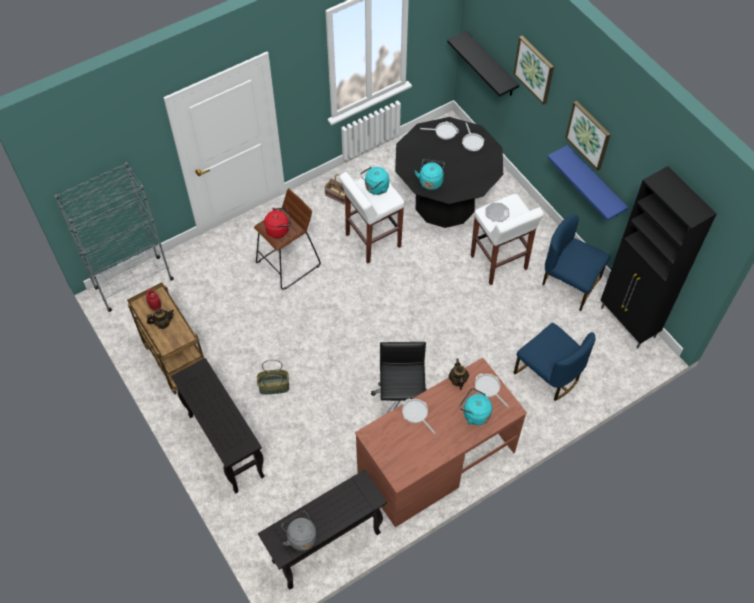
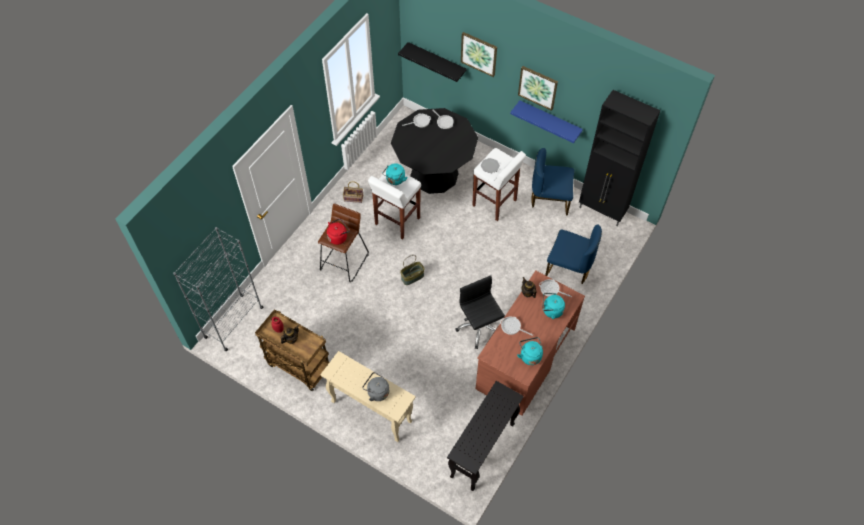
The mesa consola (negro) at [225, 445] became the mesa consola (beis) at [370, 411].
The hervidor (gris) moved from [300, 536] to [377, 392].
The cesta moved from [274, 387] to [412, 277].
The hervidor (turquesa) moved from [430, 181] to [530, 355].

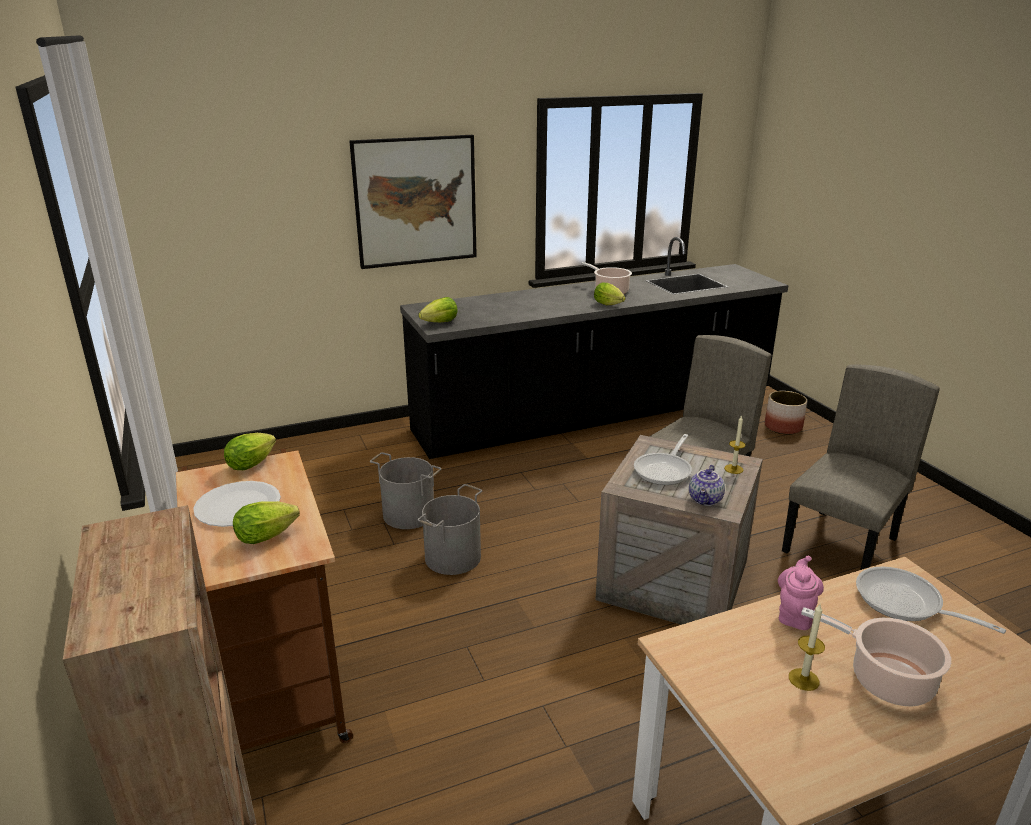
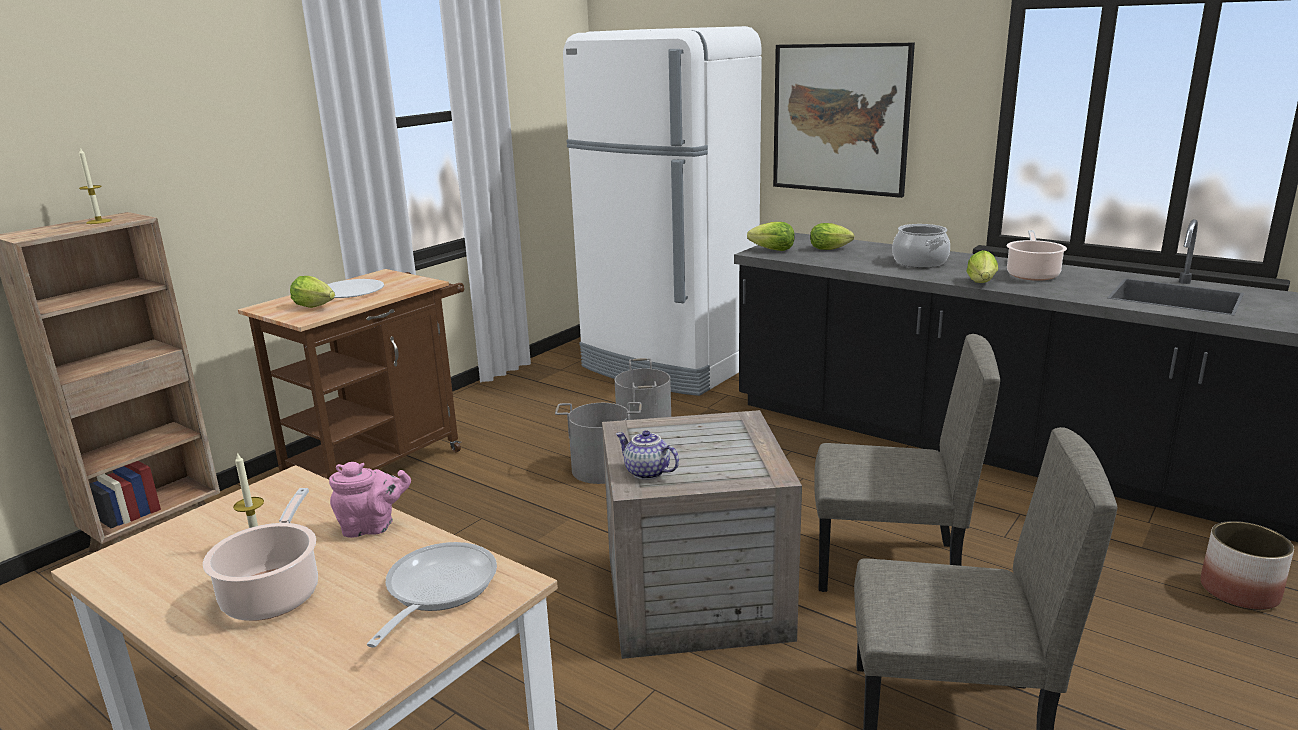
The vela moved from [733, 469] to [99, 221].
The nevera (blanco) at [668, 366] appeared.
The tetera at [706, 500] turned 45 degrees clockwise.
The lechuga moved from [253, 463] to [831, 249].
The olla at [919, 262] appeared.
The sartén at [665, 470] disappeared.

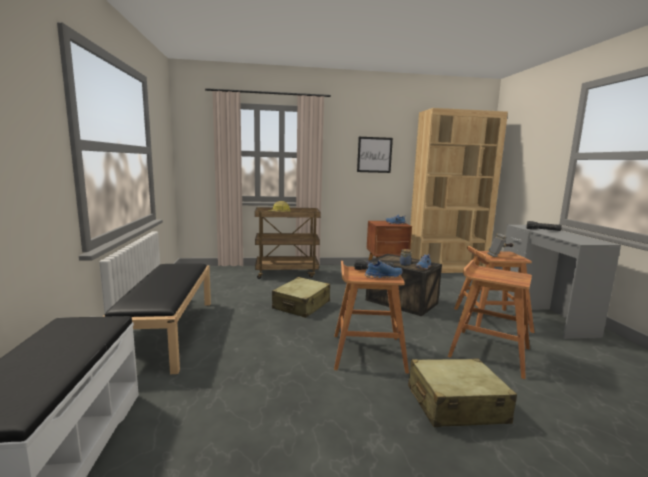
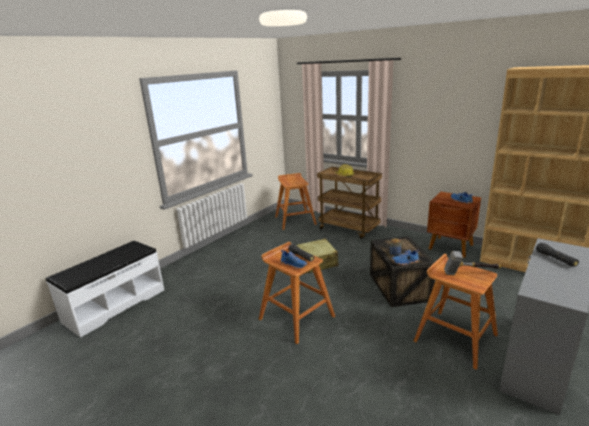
The taburete (marrón) moved from [488, 352] to [295, 220].
The banco (negro) at [168, 332] disappeared.
The cuadro at [374, 155] disappeared.
The maleta (beis) at [455, 404] disappeared.

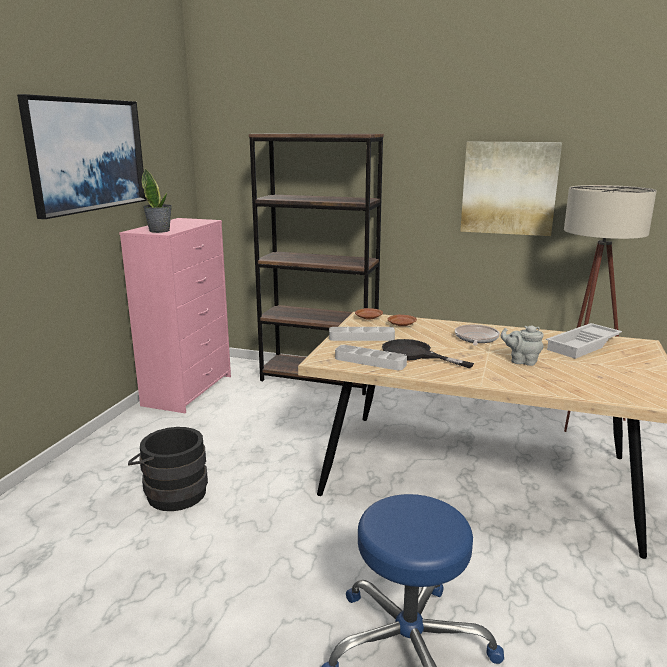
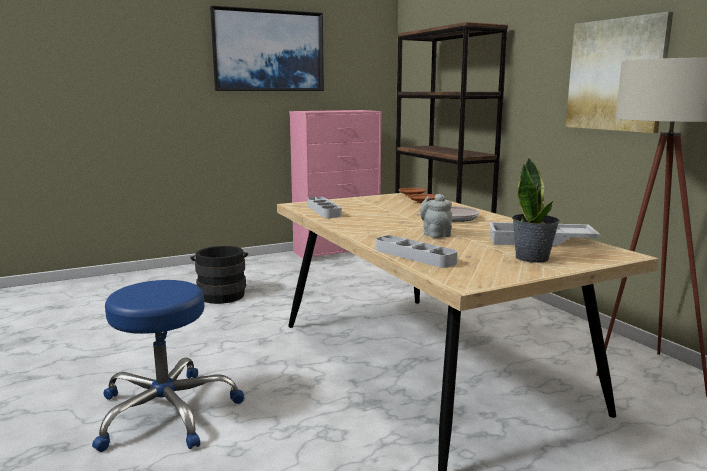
The bandeja (gris) moved from [361, 337] to [414, 256].
The planta en maceta moved from [160, 231] to [532, 258].
The sartén (negro) at [414, 354] disappeared.

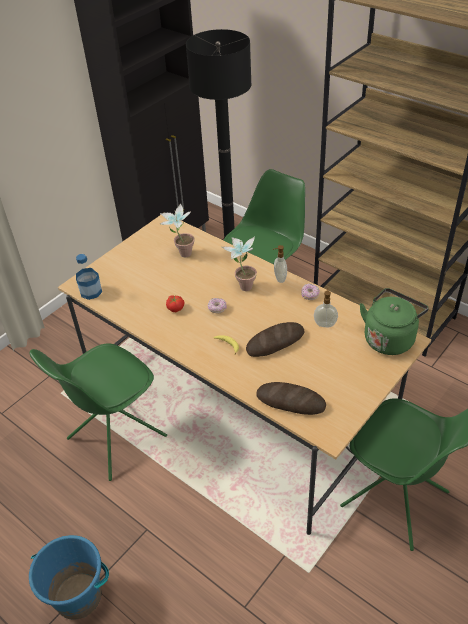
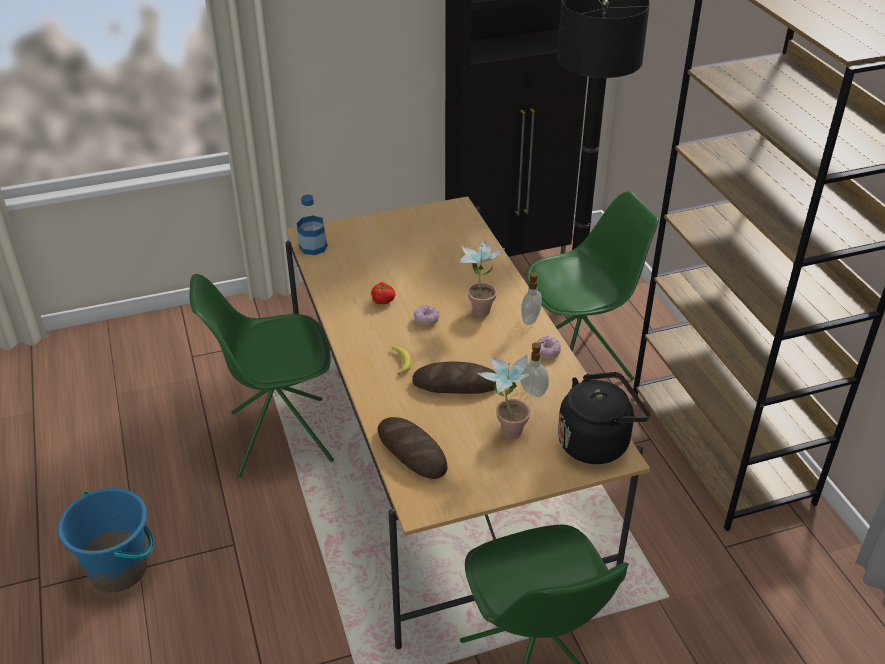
The planta en maceta moved from [181, 253] to [506, 429].
The hervidor (verde) at [389, 338] became the hervidor (negro) at [597, 442].

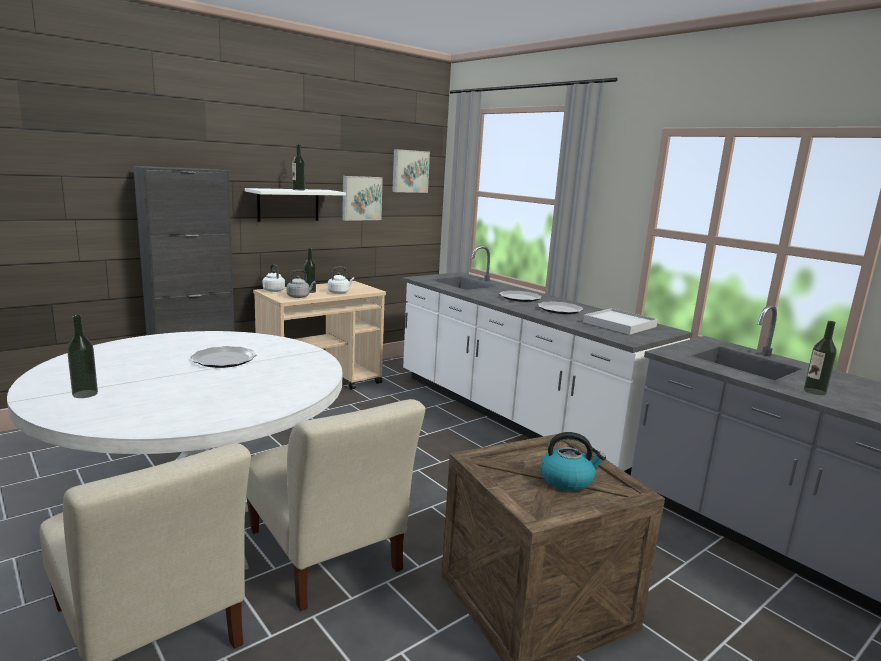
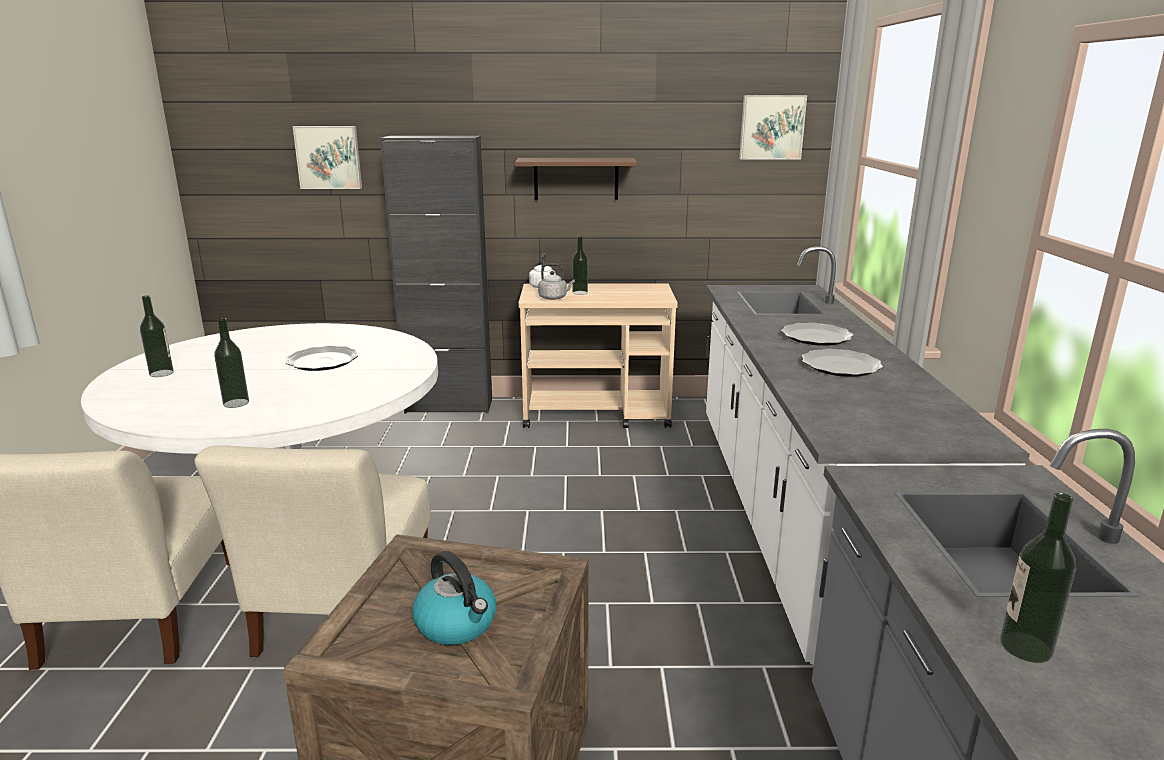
The botella moved from [298, 190] to [236, 403].
The cuadro moved from [361, 198] to [329, 157].
The estante (blanco) at [288, 205] became the estante (marrón) at [576, 178].
The hervidor (blanco) at [339, 292] disappeared.
The bandeja (blanco) at [619, 324] disappeared.

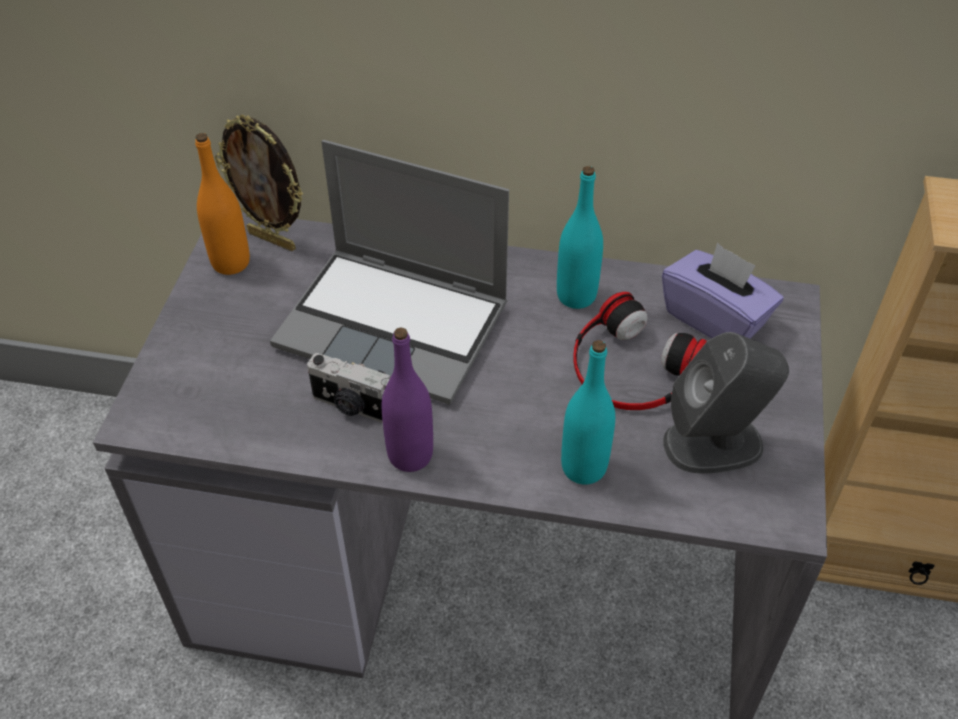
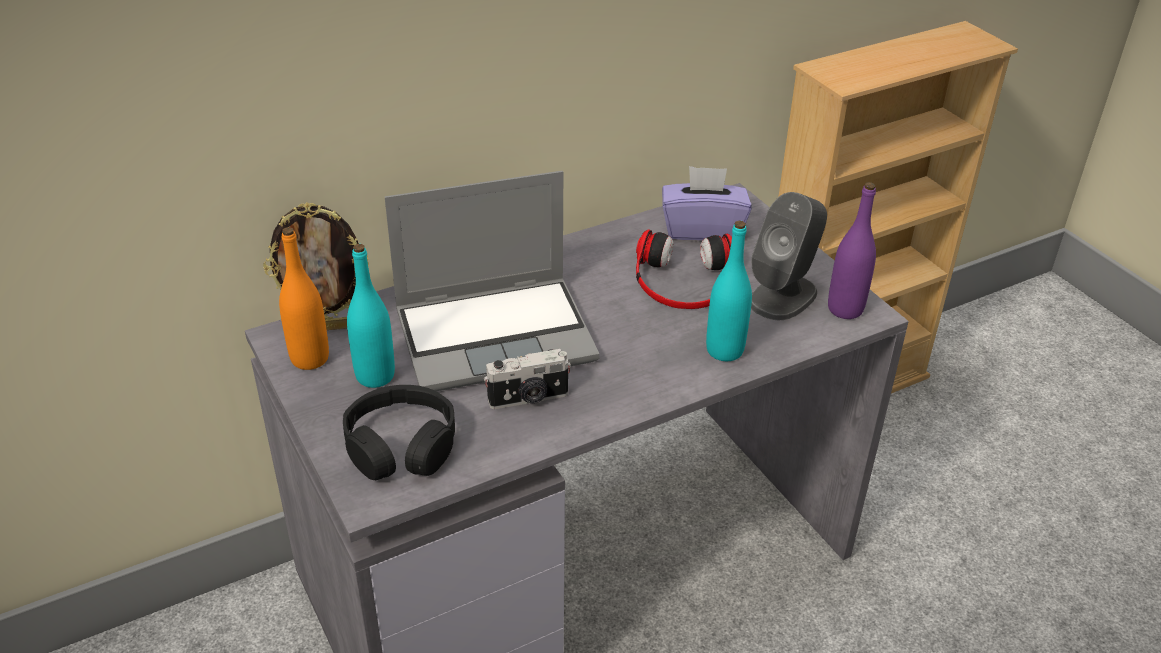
The auriculares (negro) at [401, 446] appeared.
The botella (turquesa) moved from [576, 296] to [375, 376].
The botella (morado) moved from [410, 455] to [845, 309].

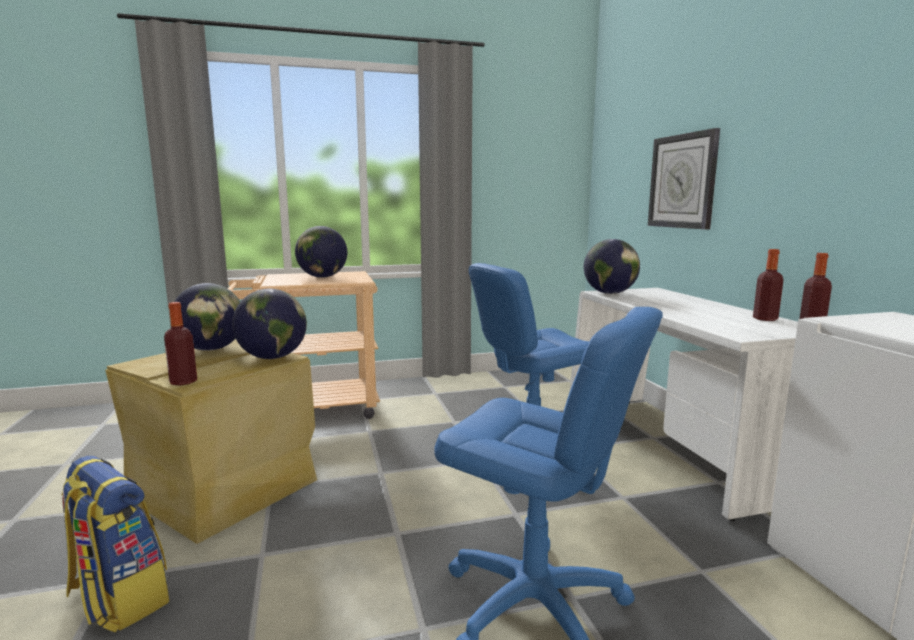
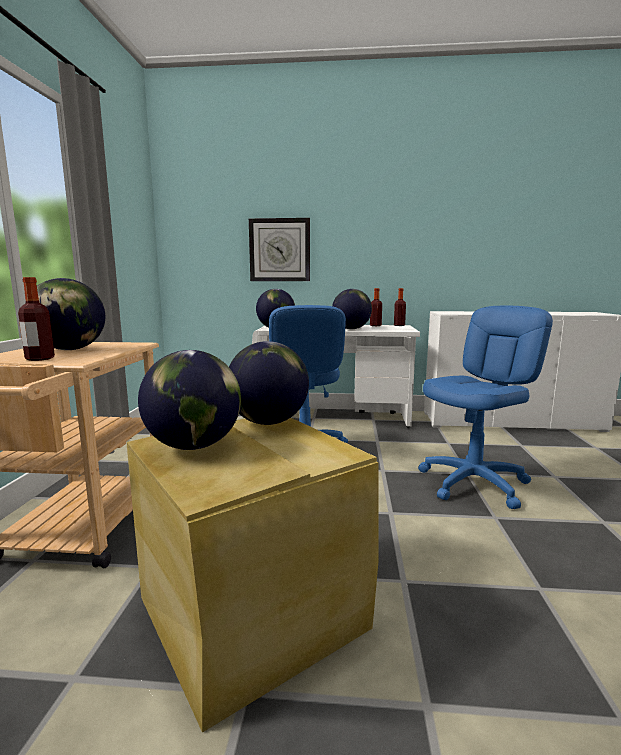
The botella moved from [183, 382] to [40, 359].
The globo terráqueo at [351, 329] appeared.
The mochila at [118, 599] disappeared.

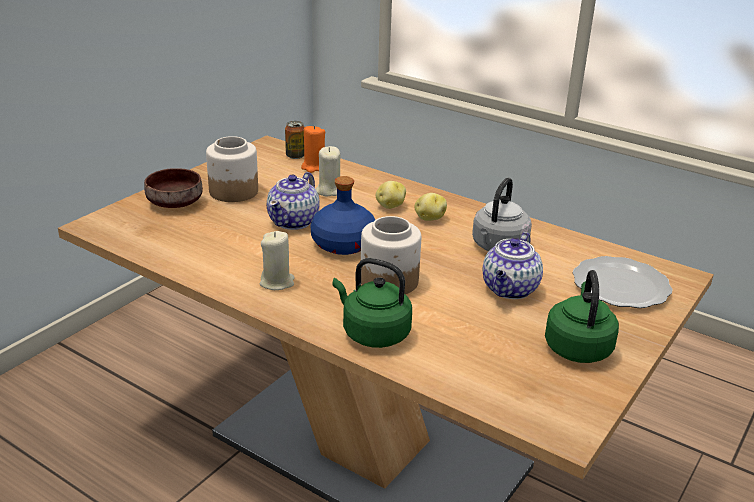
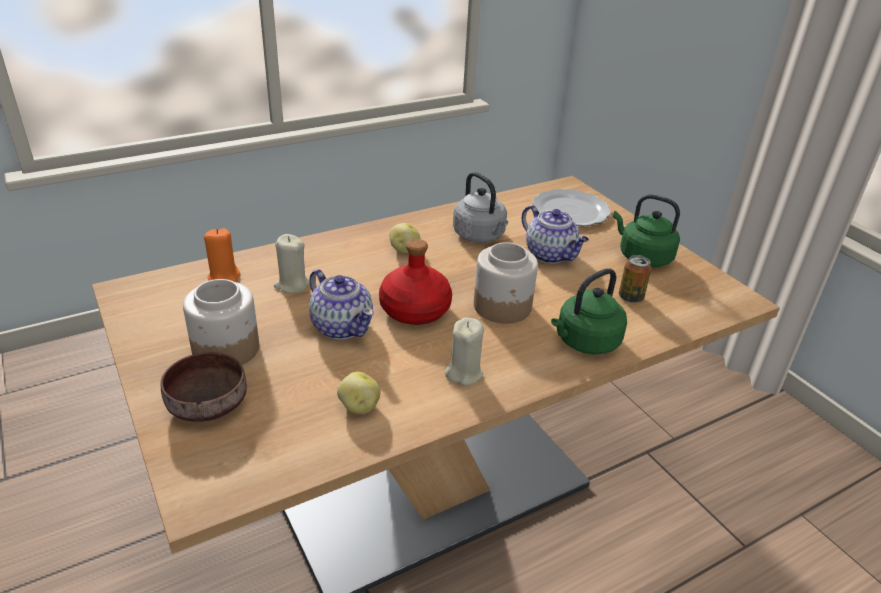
The patata moved from [390, 206] to [358, 407].
The botella (azul) at [343, 243] became the botella (rojo) at [414, 310].
The lata moved from [295, 156] to [630, 297].

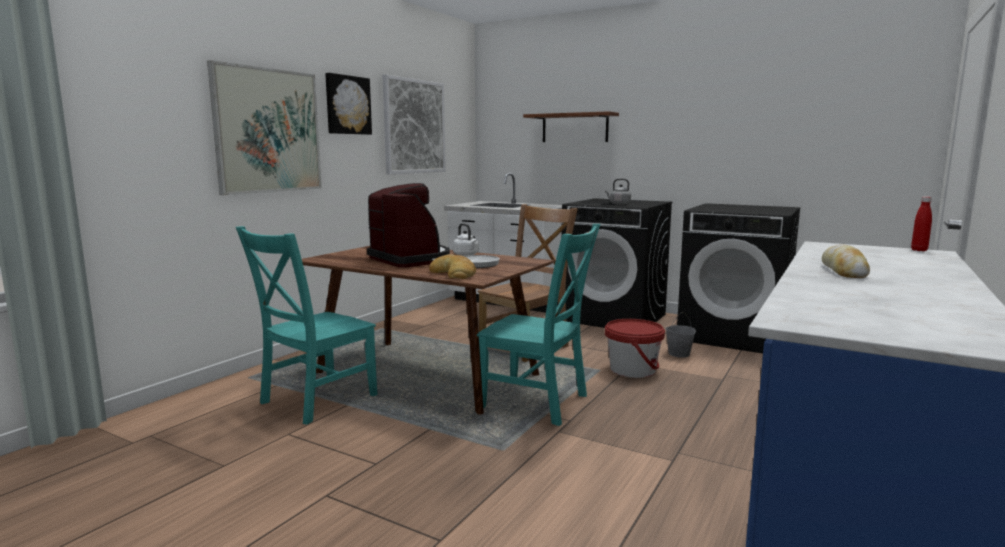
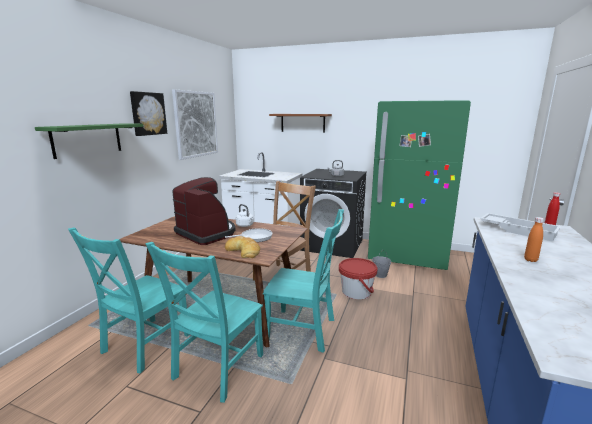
The cuadro at [268, 131] was replaced by the estante (verde) at [87, 139].
The silla (turquesa) at [216, 369] appeared.
The lavadora (negro) at [734, 336] was replaced by the nevera (verde) at [407, 256].
The bandeja (blanco) at [518, 230] appeared.
The pan at [844, 270] was replaced by the botella (naranja) at [530, 260].

